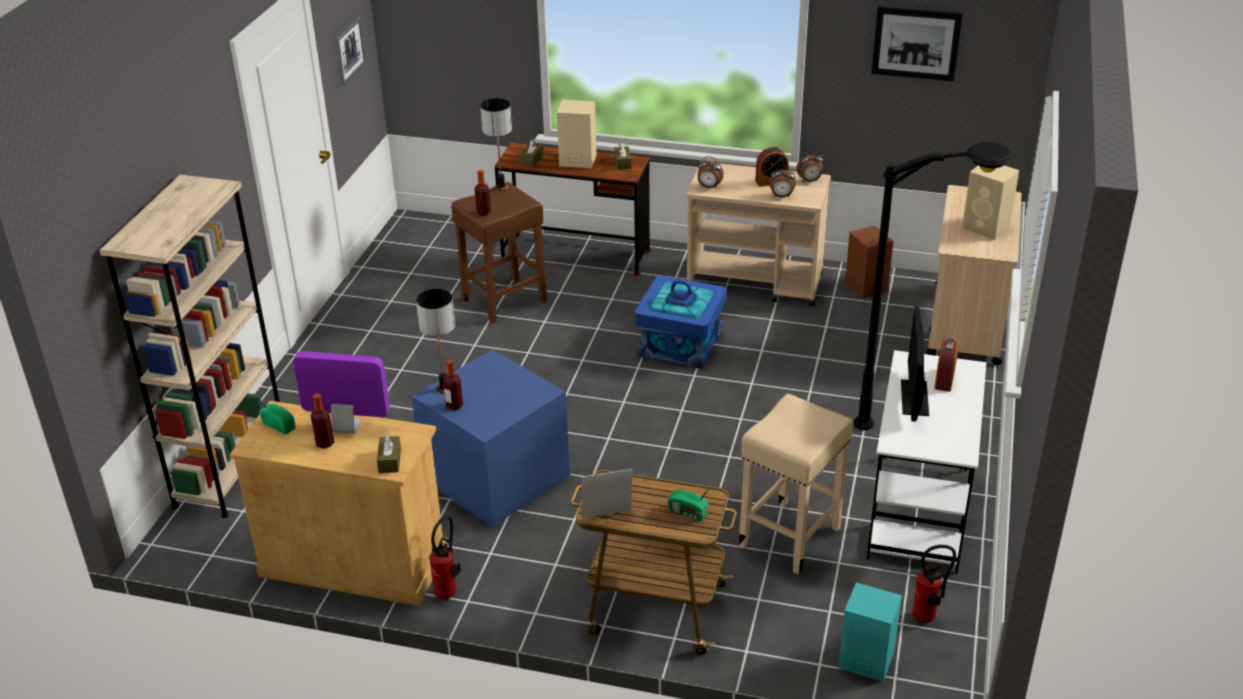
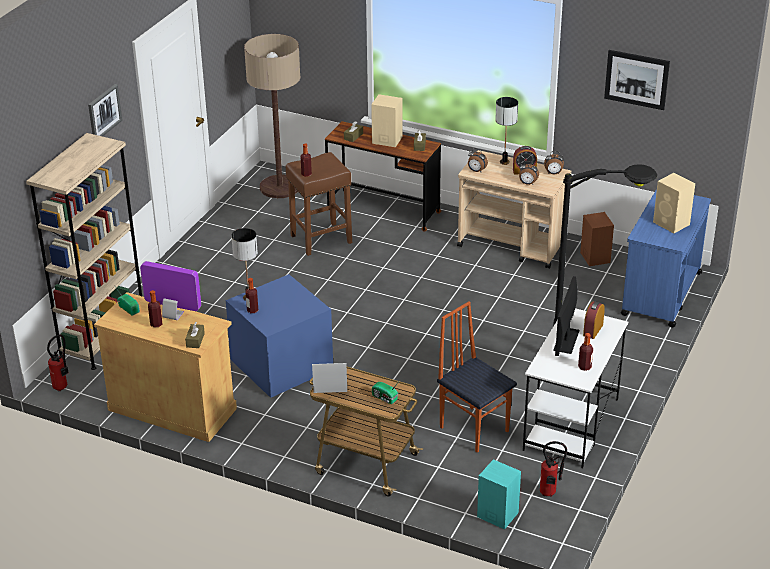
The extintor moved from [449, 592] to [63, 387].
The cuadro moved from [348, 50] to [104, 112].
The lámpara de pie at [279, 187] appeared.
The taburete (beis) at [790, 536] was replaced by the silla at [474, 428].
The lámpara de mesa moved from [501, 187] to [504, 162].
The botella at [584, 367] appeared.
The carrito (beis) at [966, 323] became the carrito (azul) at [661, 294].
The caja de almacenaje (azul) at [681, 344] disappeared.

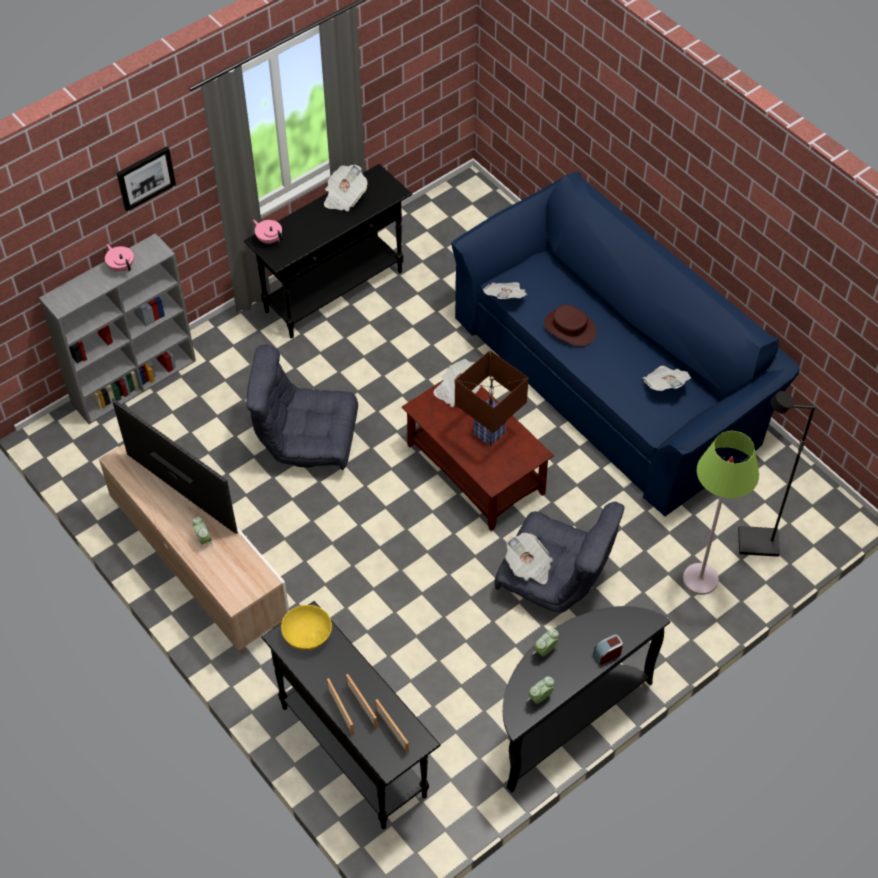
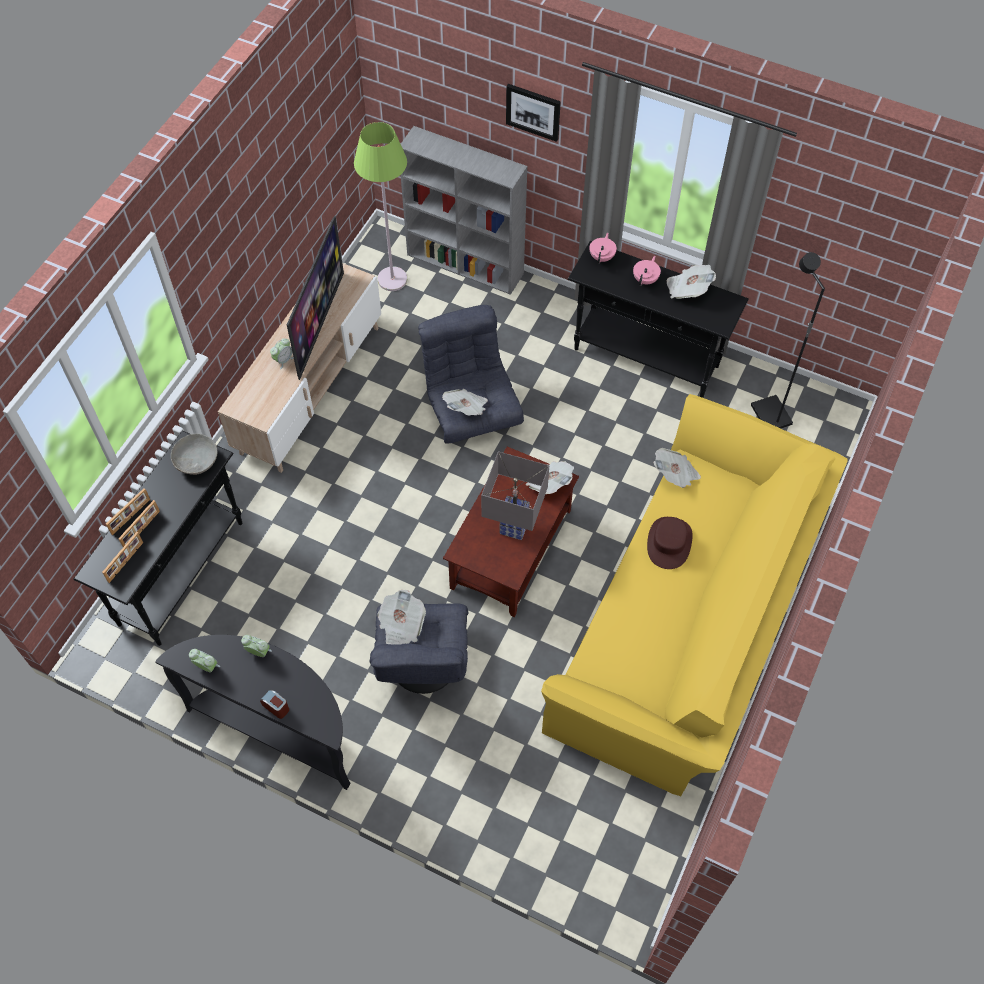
The cuenco (amarillo) at [307, 634] became the cuenco (gris) at [197, 461].
The lámpara de pie (verde) moved from [700, 579] to [392, 279].
The periódico moved from [664, 385] to [466, 408].
The lámpara de mesa (marrón) at [489, 434] became the lámpara de mesa (gris) at [513, 527].
The sofá (azul) at [613, 374] became the sofá (amarillo) at [688, 623].
The tetera (rosa) moved from [121, 266] to [645, 279].
The lámpara de pie (negro) moved from [757, 544] to [769, 415].

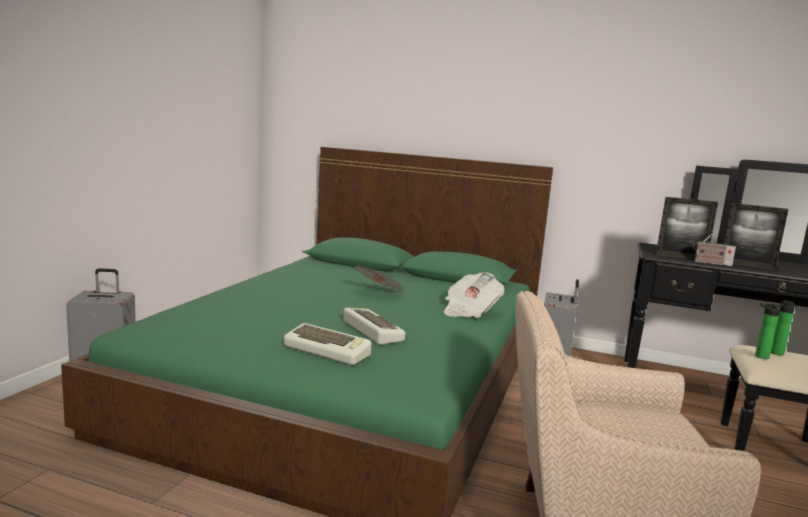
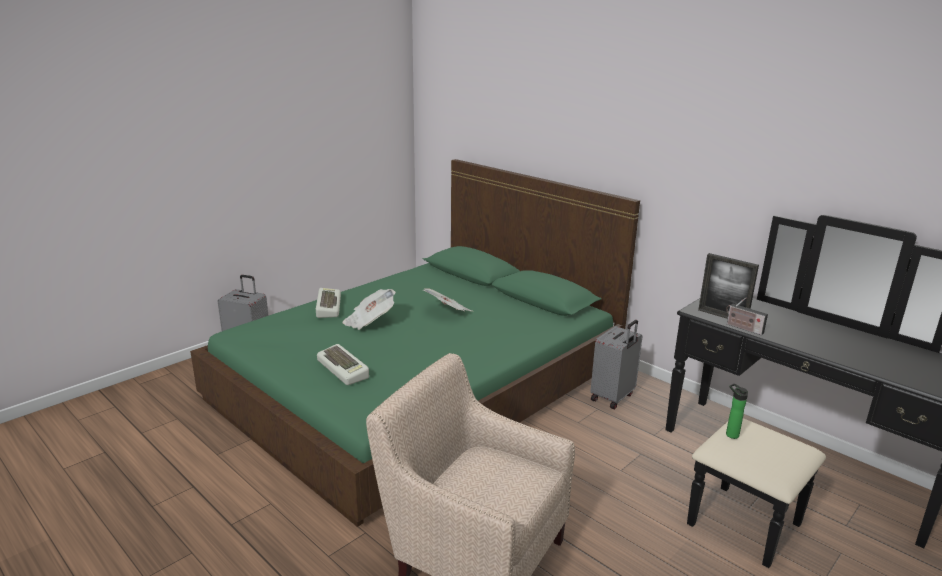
The teclado moved from [370, 331] to [327, 306].
The periódico moved from [469, 311] to [369, 321].
The portarretratos at [747, 265] disappeared.
The botella at [777, 352] disappeared.

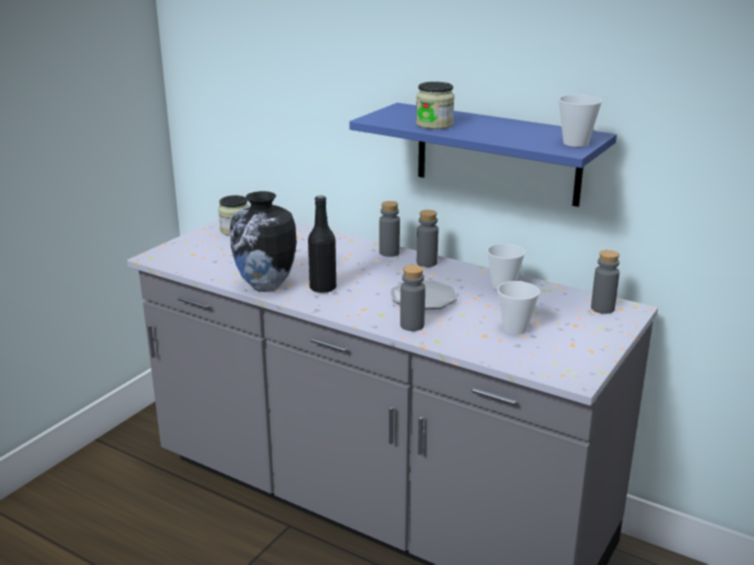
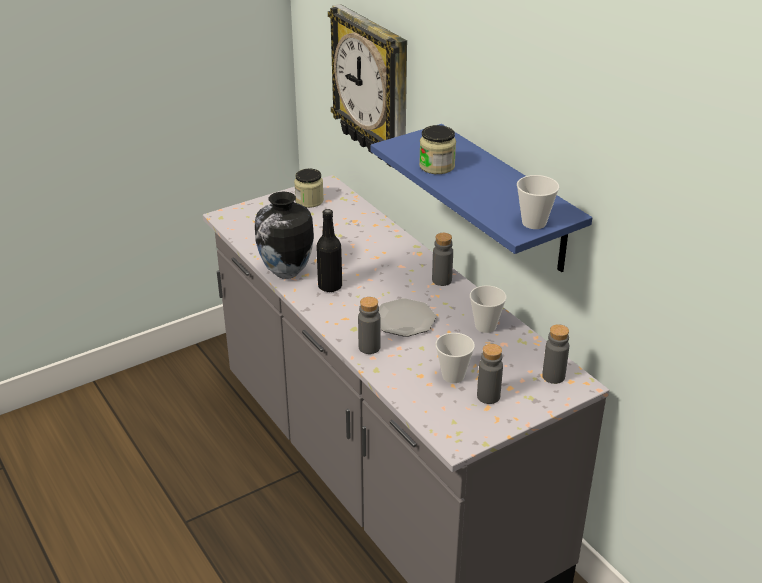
The reloj de pared at [373, 86] appeared.
The botella (gris) moved from [389, 253] to [488, 396].

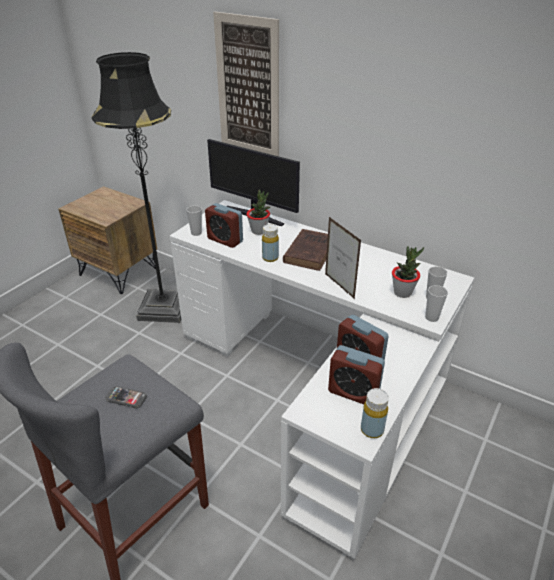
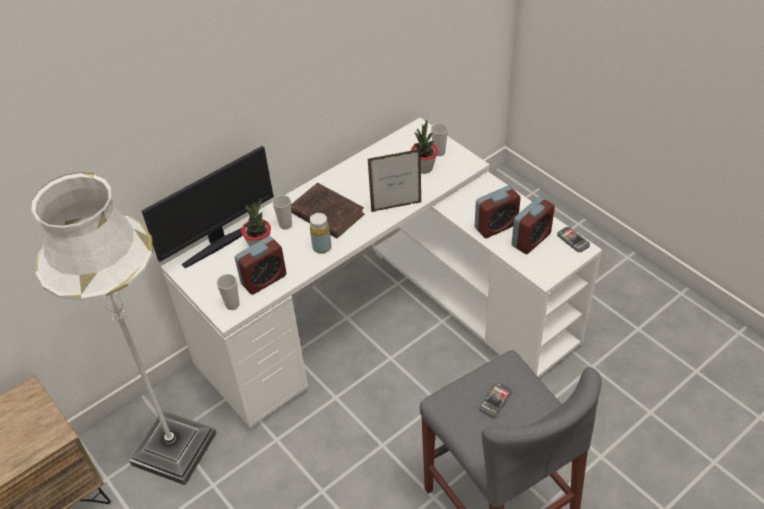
The lámpara de pie (negro) at [164, 308] became the lámpara de pie (blanco) at [174, 449].
The taza moved from [431, 317] to [285, 225].
The botella (amarillo) at [372, 430] was replaced by the móvil at [573, 240].
The cuadro at [248, 87] disappeared.

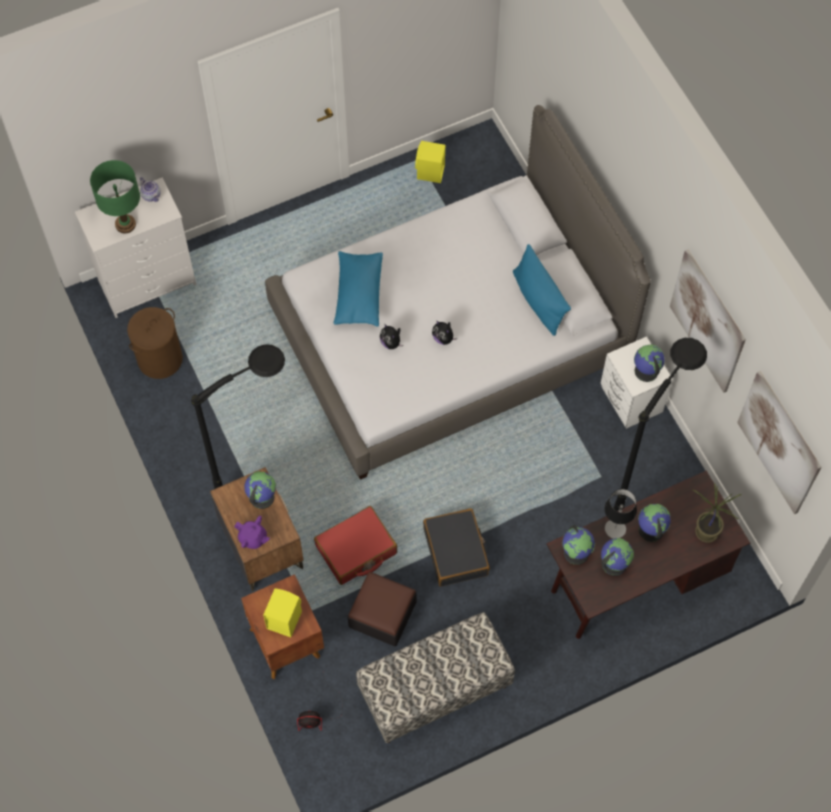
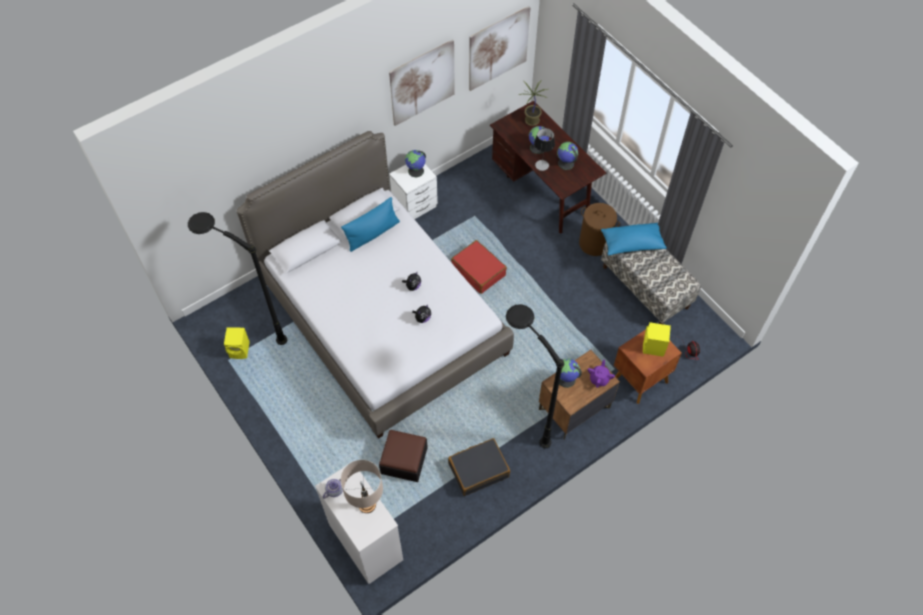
The lámpara de pie (negro) moved from [644, 477] to [251, 326].
The lámpara de mesa (verde) at [125, 224] became the lámpara de mesa (beis) at [367, 504].
The puf moved from [382, 614] to [404, 460].
The maleta (negro) moved from [456, 551] to [478, 470].
The maleta (rojo) moved from [356, 550] to [478, 271].
The cesto de la ropa (marrón) moved from [159, 359] to [595, 243].
The cojín (azul) moved from [358, 294] to [632, 244].
The globo terráqueo at [576, 552] disappeared.

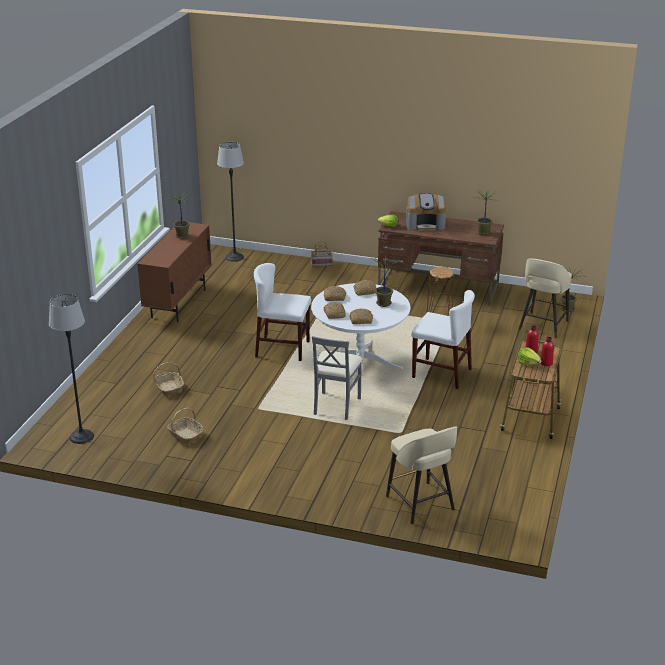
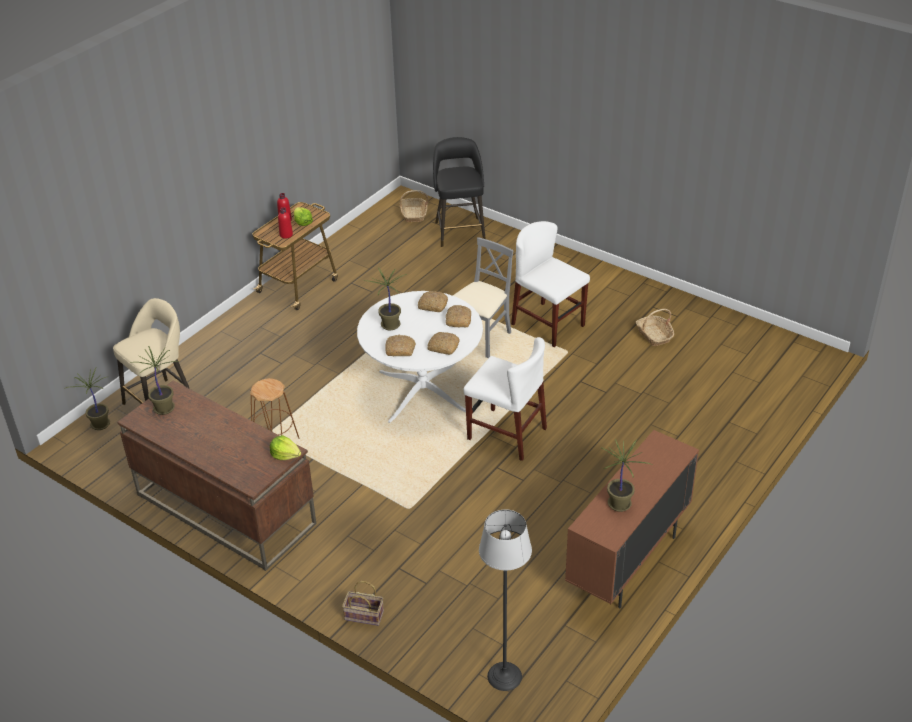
The cesta moved from [169, 388] to [413, 214].
The taburete (beis) at [421, 504] became the taburete (negro) at [459, 231].
The silla (blanco) moved from [441, 373] to [548, 325].
The lámpara de pie at [81, 436] disappeared.
The cafetera at [425, 224] disappeared.

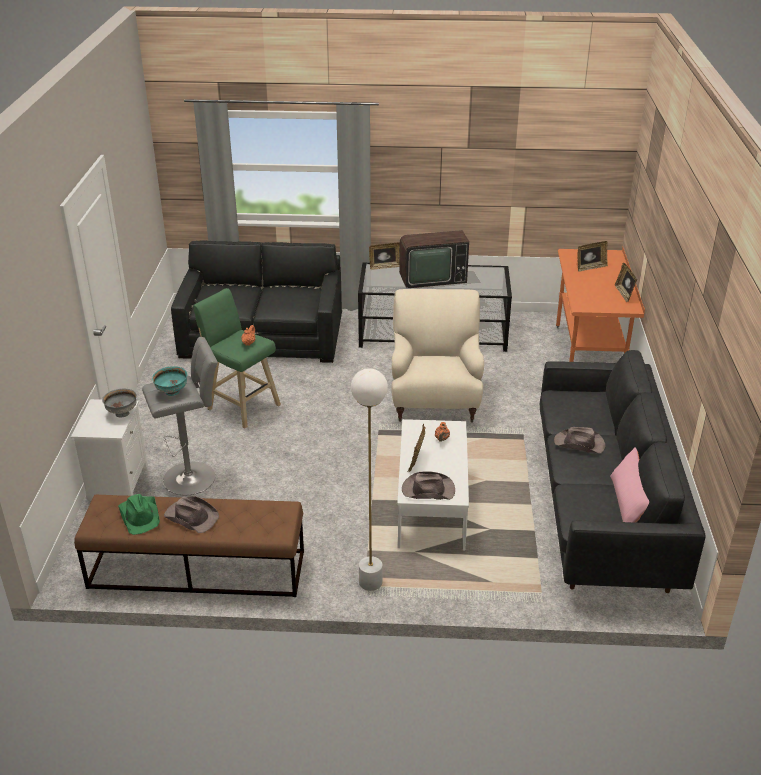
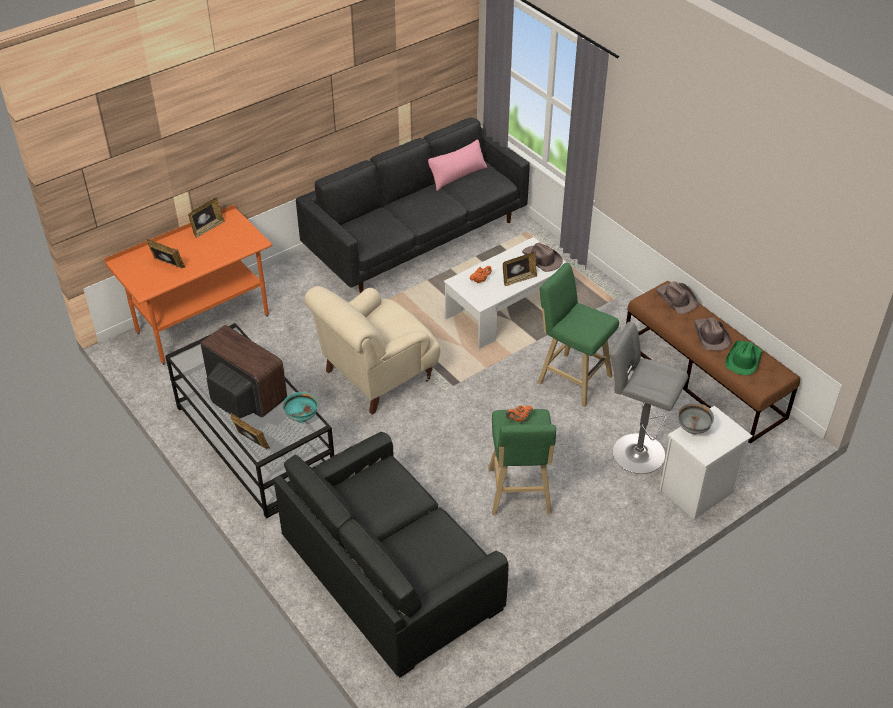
The cuenco (turquesa) moved from [172, 392] to [301, 417].
The taburete (verde) at [571, 378] appeared.
The sombrero (marrón) moved from [579, 444] to [676, 298].
The lámpara de pie (blanco) at [370, 582] disappeared.

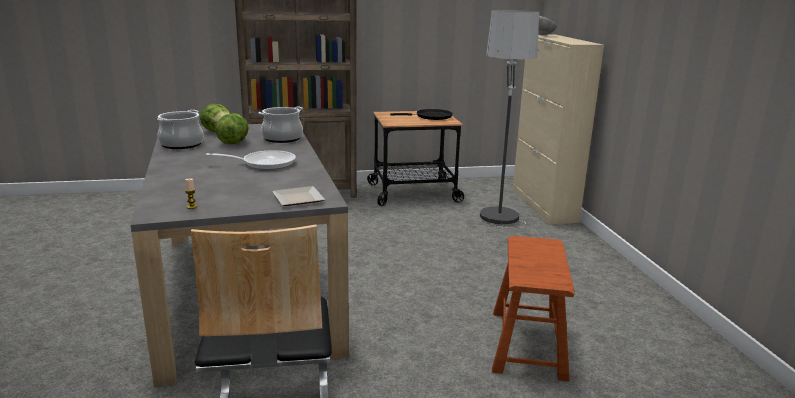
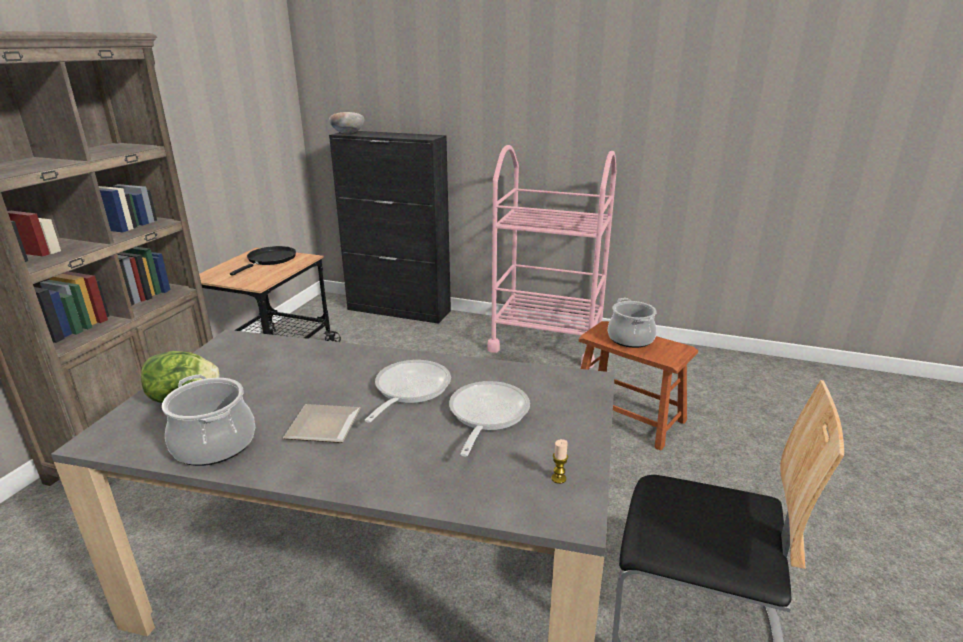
The plato moved from [300, 199] to [326, 425].
The armario (beis) at [543, 205] became the armario (negro) at [399, 310].
The sartén at [486, 416] appeared.
The carrito (rosa) at [547, 342] appeared.
The olla moved from [282, 138] to [630, 339].
The lechuga at [233, 142] disappeared.
The lámpara de pie at [499, 231] disappeared.

